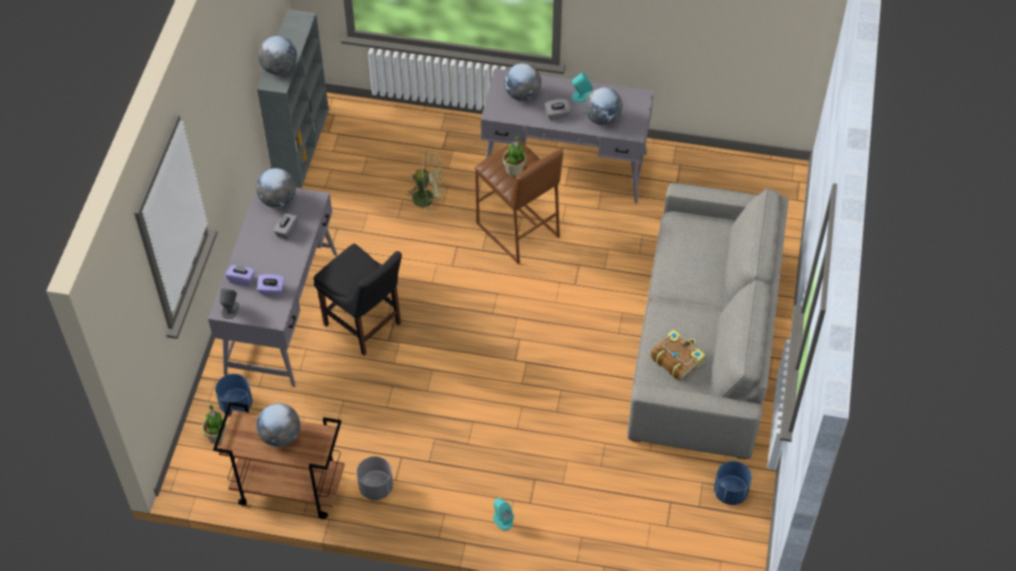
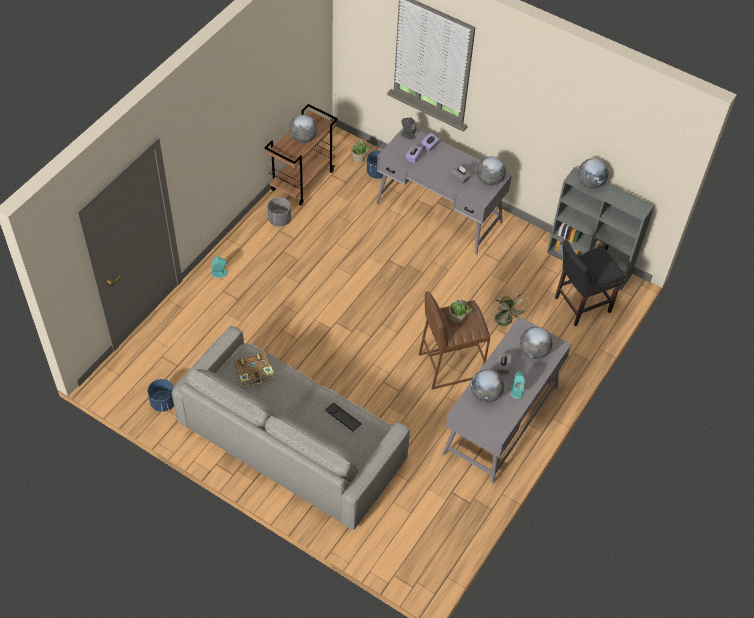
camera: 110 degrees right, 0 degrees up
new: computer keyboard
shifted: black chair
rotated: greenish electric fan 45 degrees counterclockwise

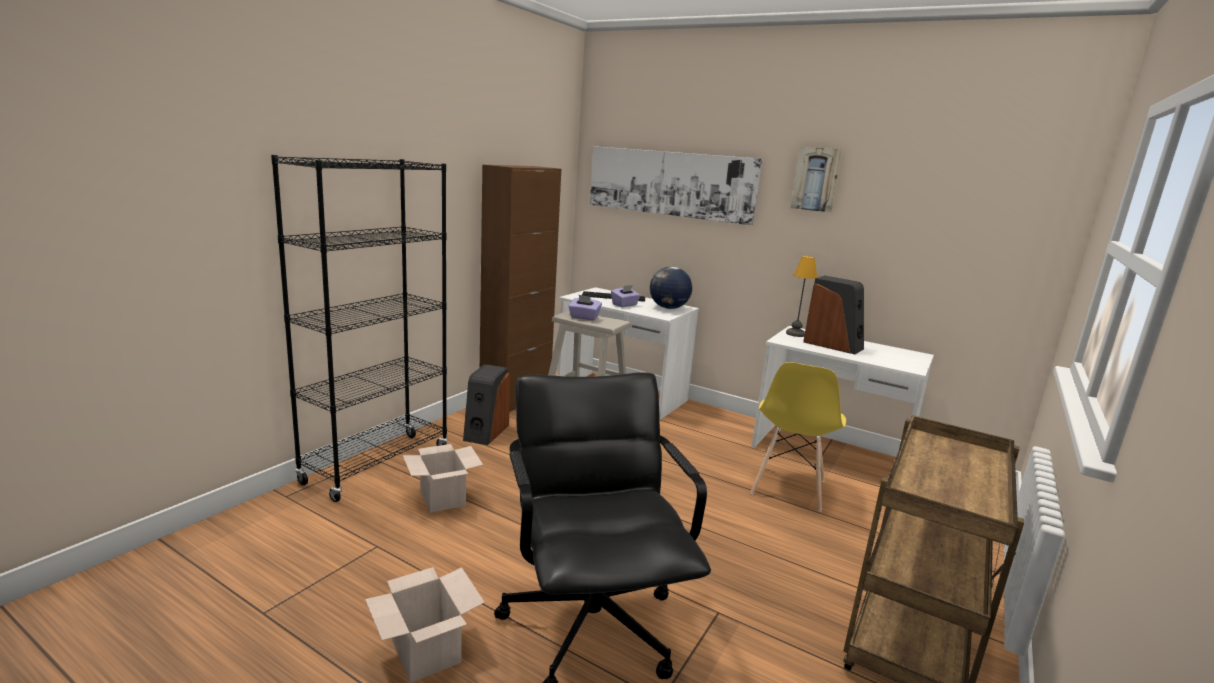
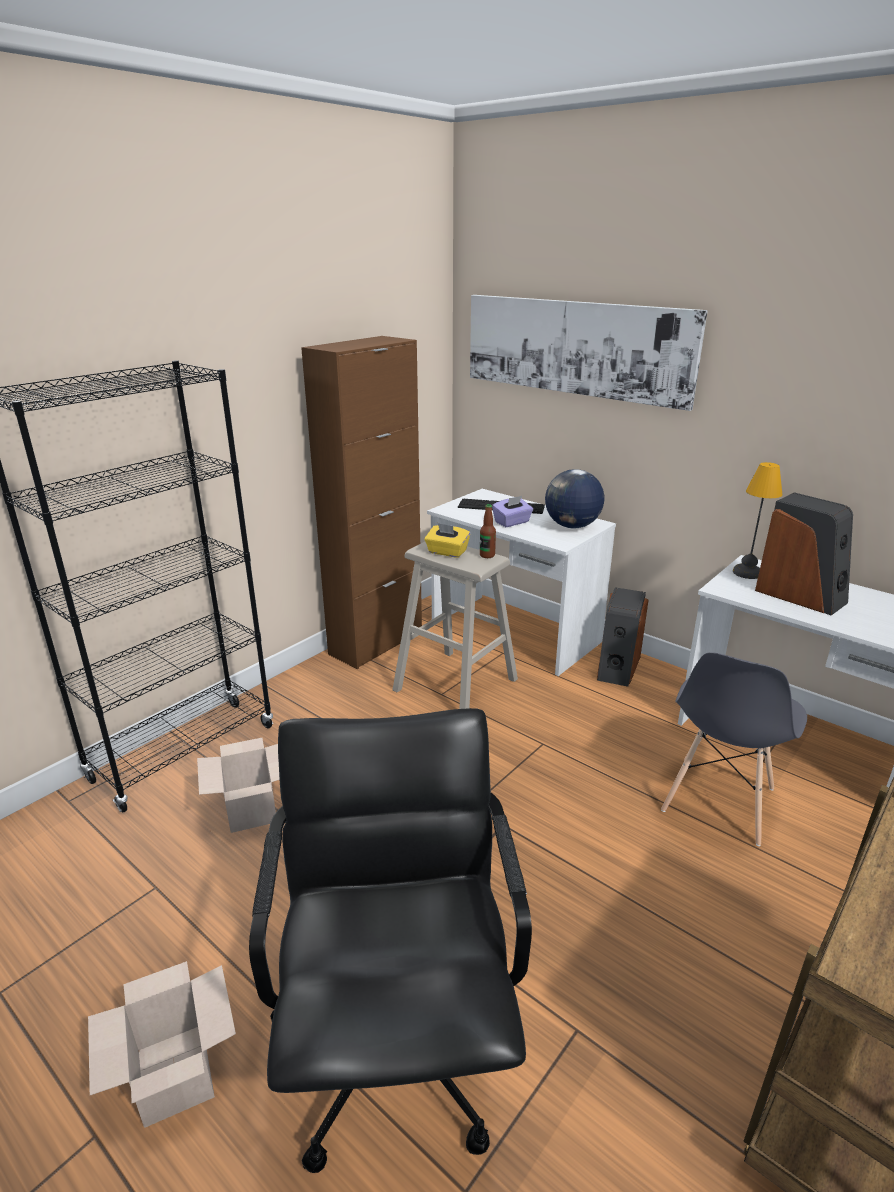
camera: 10 degrees right, 10 degrees up
gone: wall picture (no. 2 from left)
new: beverage bottle
shifted: audio speaker (no. 1 from left)
repainted: purplish box of tissues (no. 1 from left) to yellow box of tissues; yellow chair to greyish chair

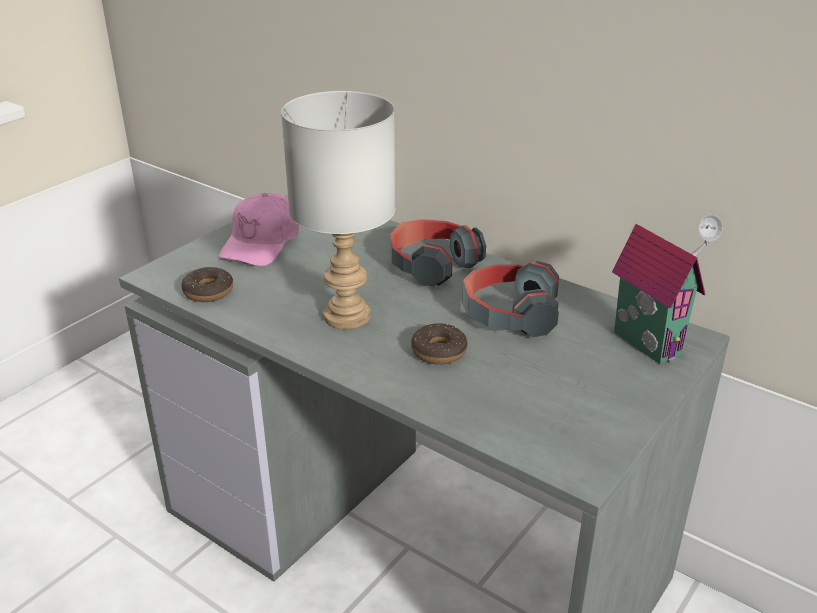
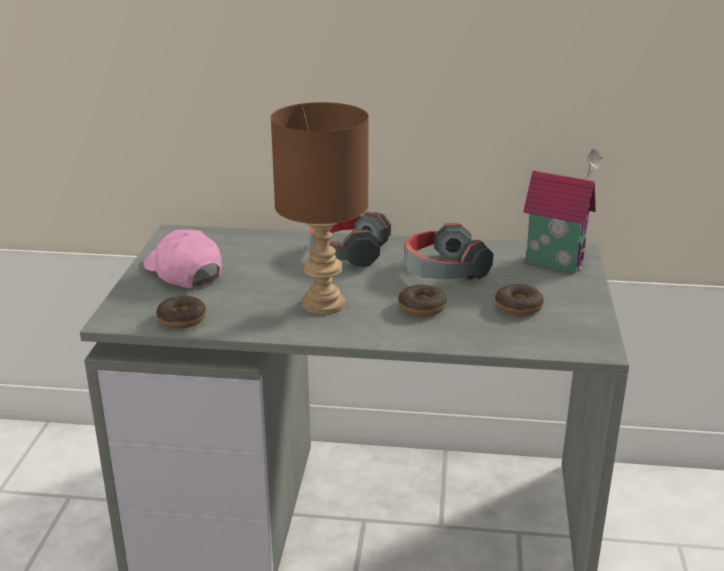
camera: 30 degrees left, 5 degrees down
new: doughnut (no. 3 from left)
repainted: greyish table lamp to brown table lamp
rotated: pink peaked cap 150 degrees clockwise

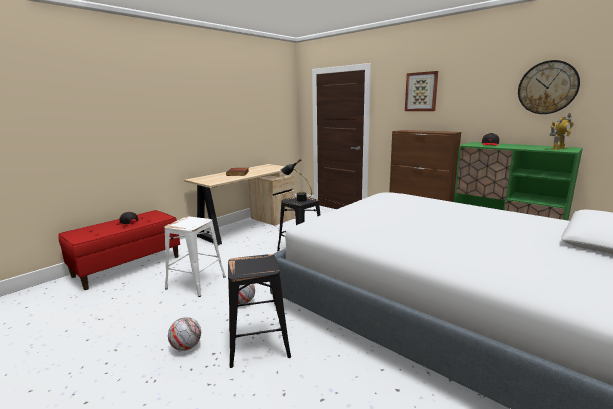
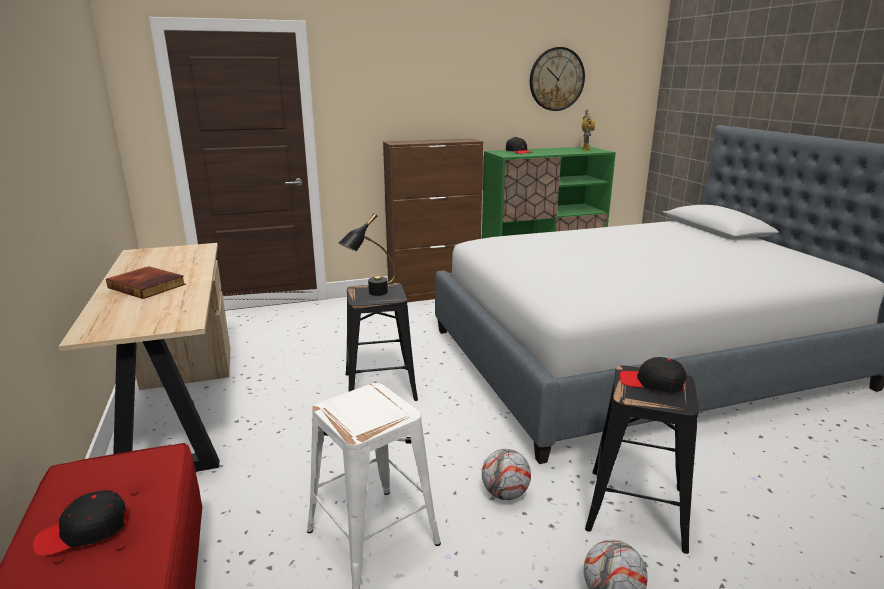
camera: 60 degrees left, 5 degrees up
gone: wall picture
new: black peaked cap (no. 3 from left)

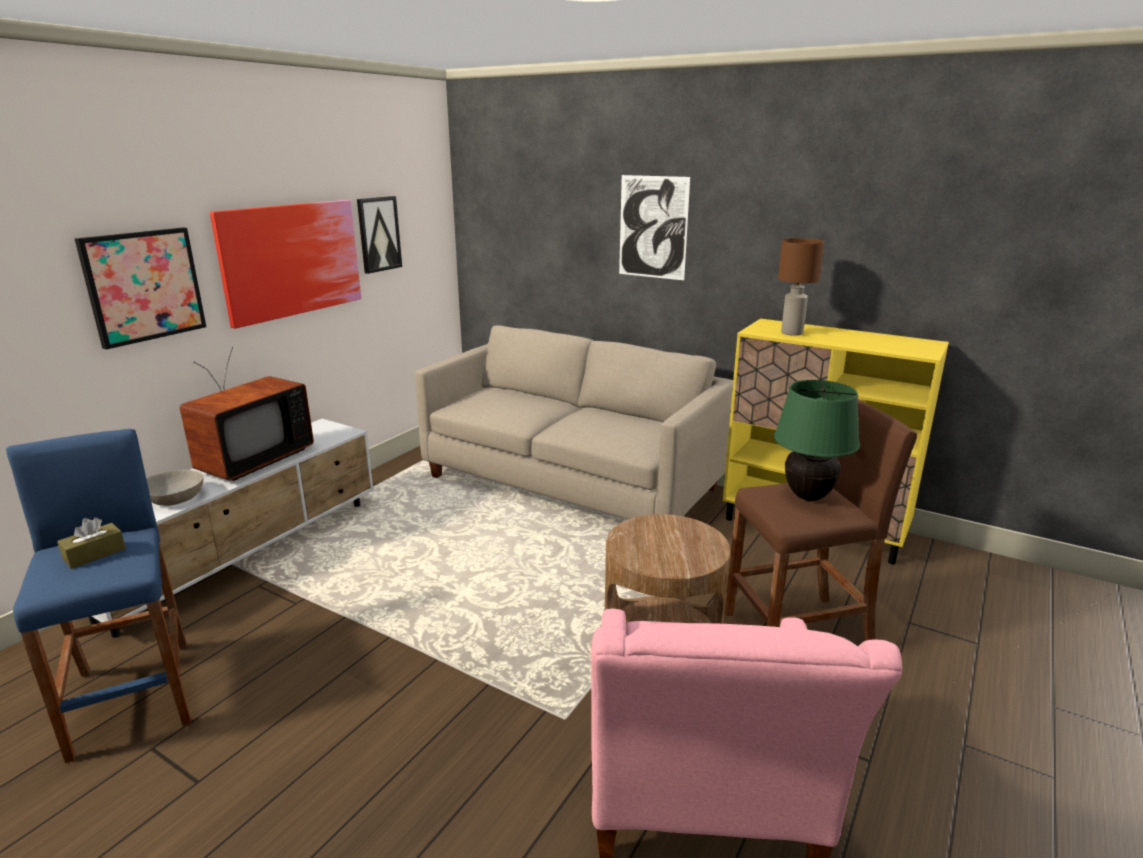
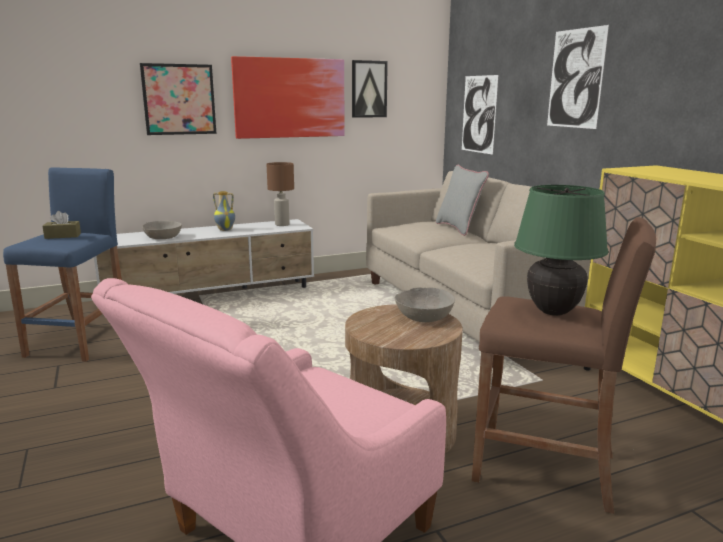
camera: 35 degrees right, 5 degrees down
new: greyish deep dish (no. 2 from left); greyish pillow; wall picture (no. 4 from left)
shifted: brown table lamp
swapped: TV set to flower vase

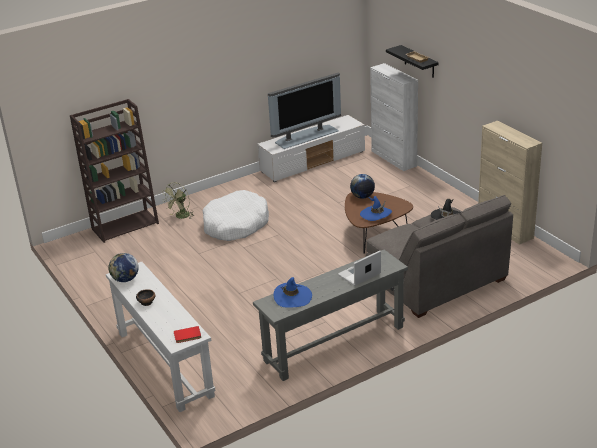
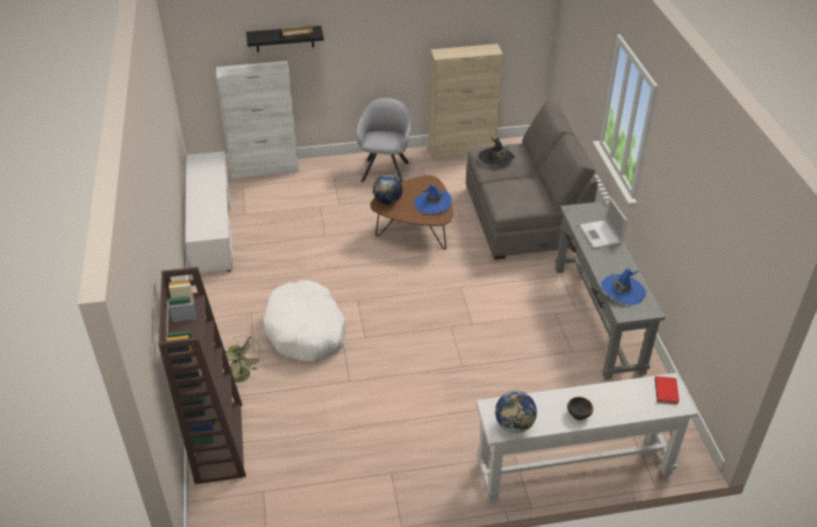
camera: 70 degrees left, 10 degrees up
gone: TV set
new: greyish armchair

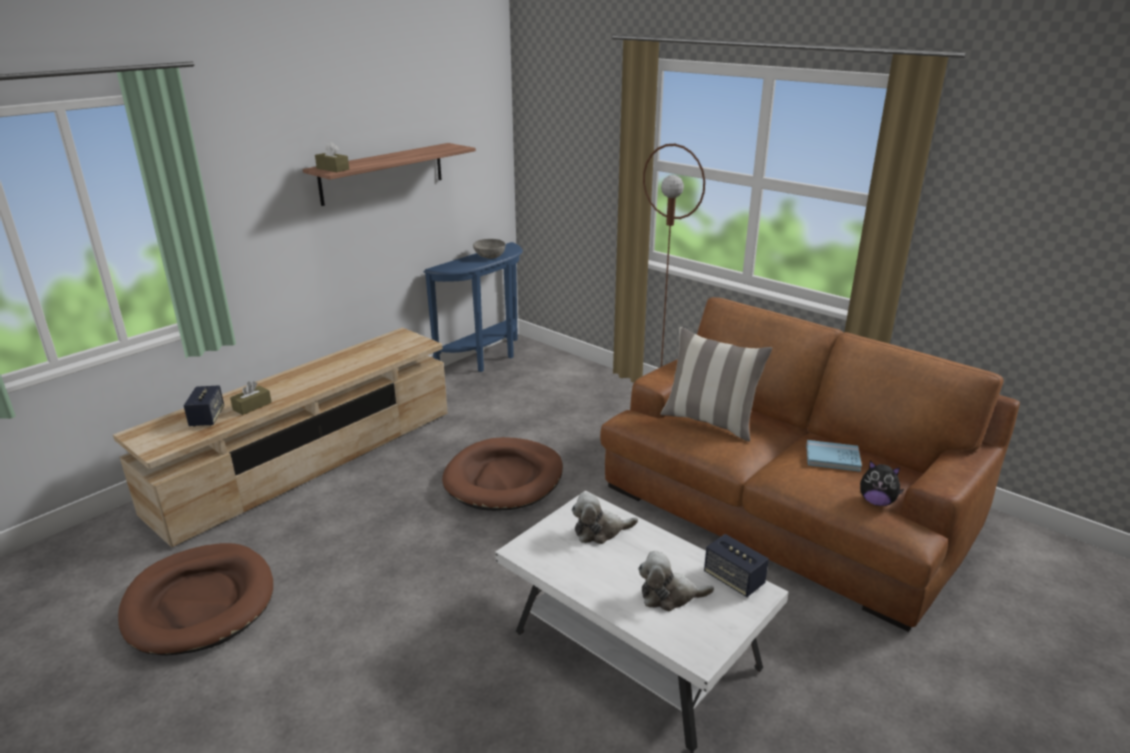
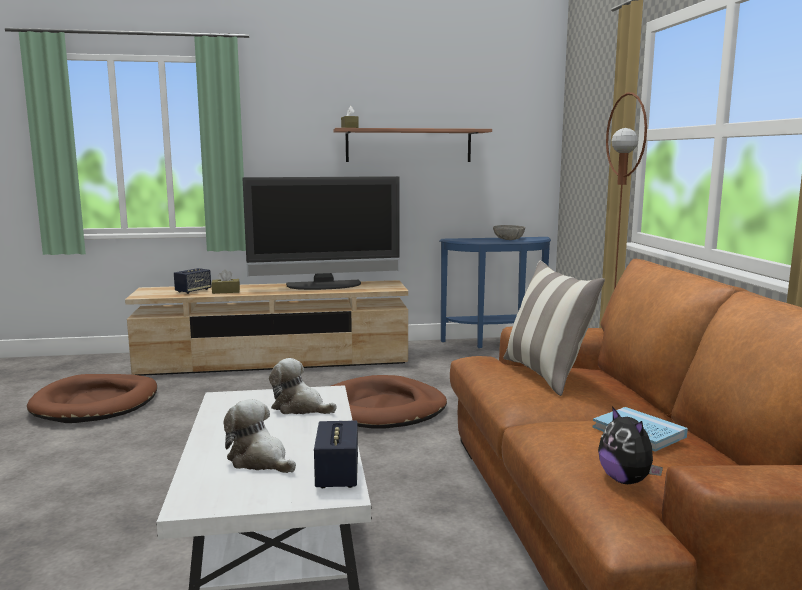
camera: 40 degrees right, 15 degrees down
new: TV set

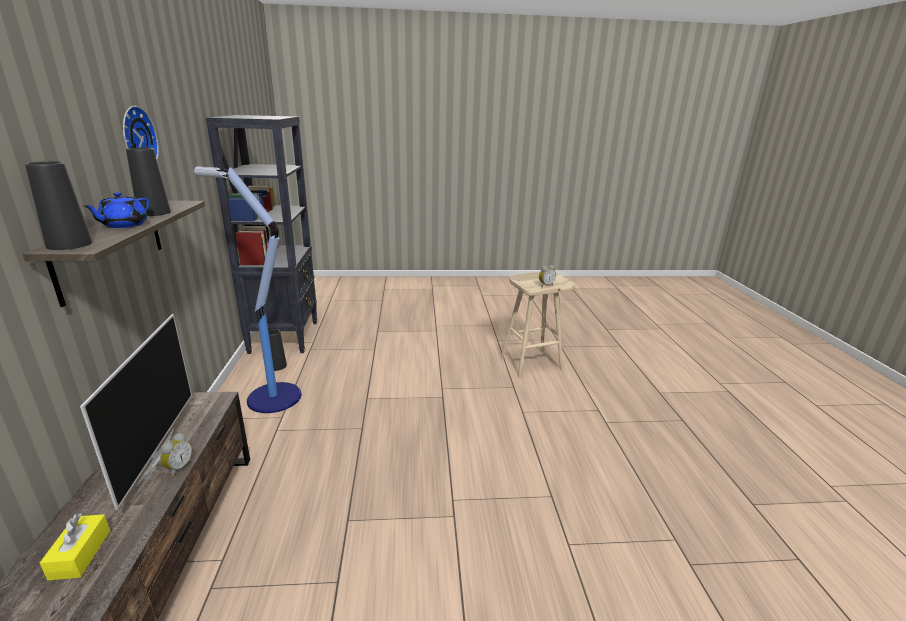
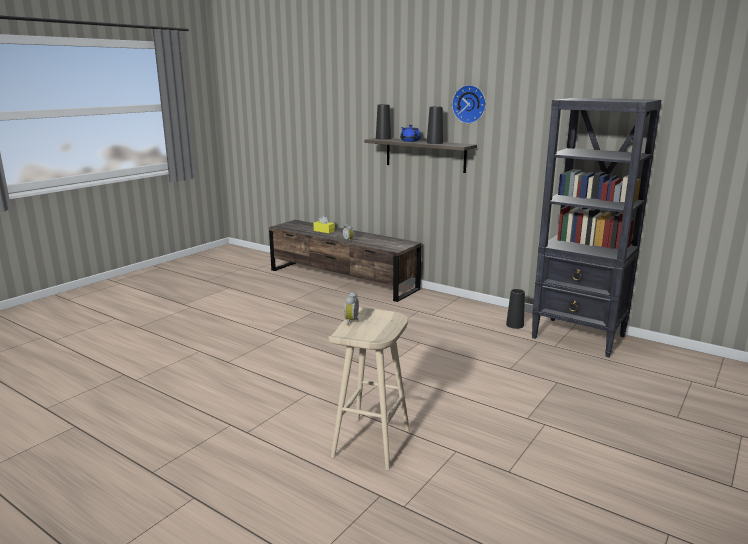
camera: 130 degrees right, 5 degrees down
gone: TV set; floor lamp

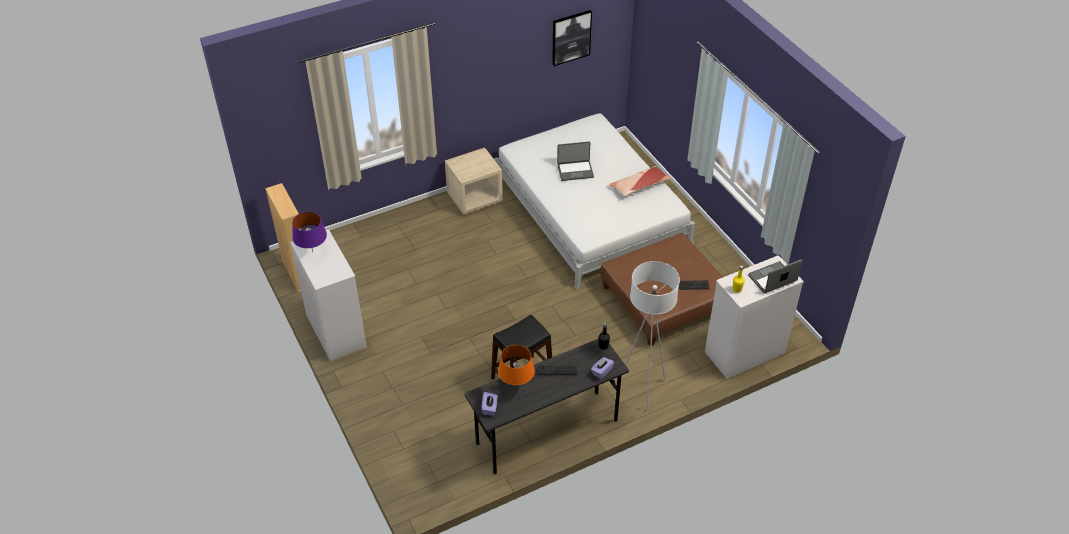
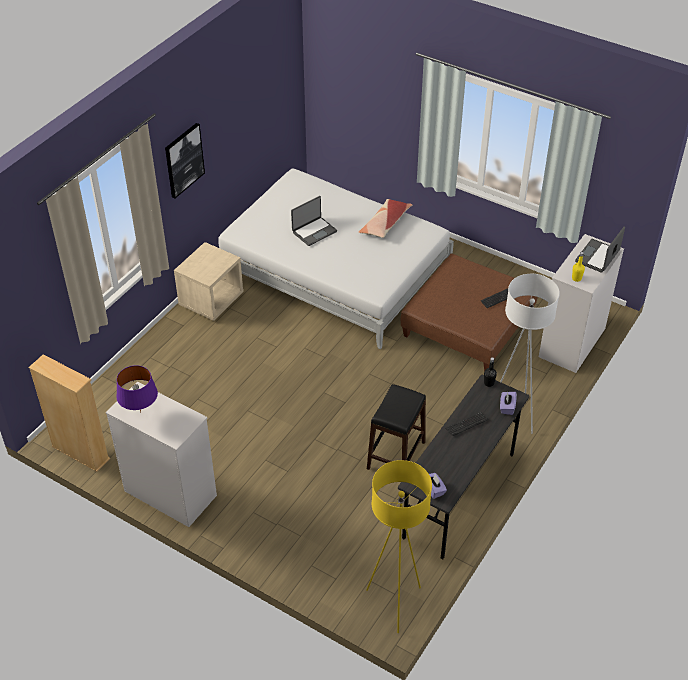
camera: 30 degrees left, 0 degrees up
gone: orange-coloured table lamp
new: yellow floor lamp
shifted: wall picture

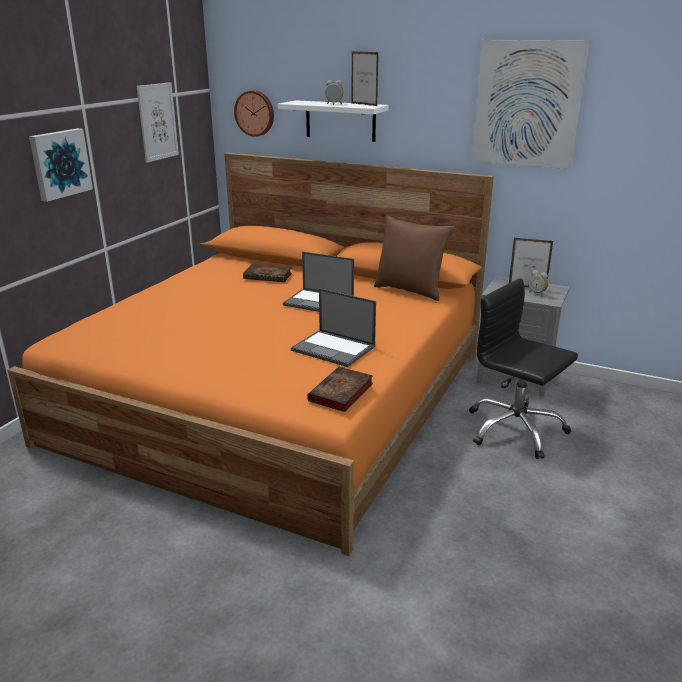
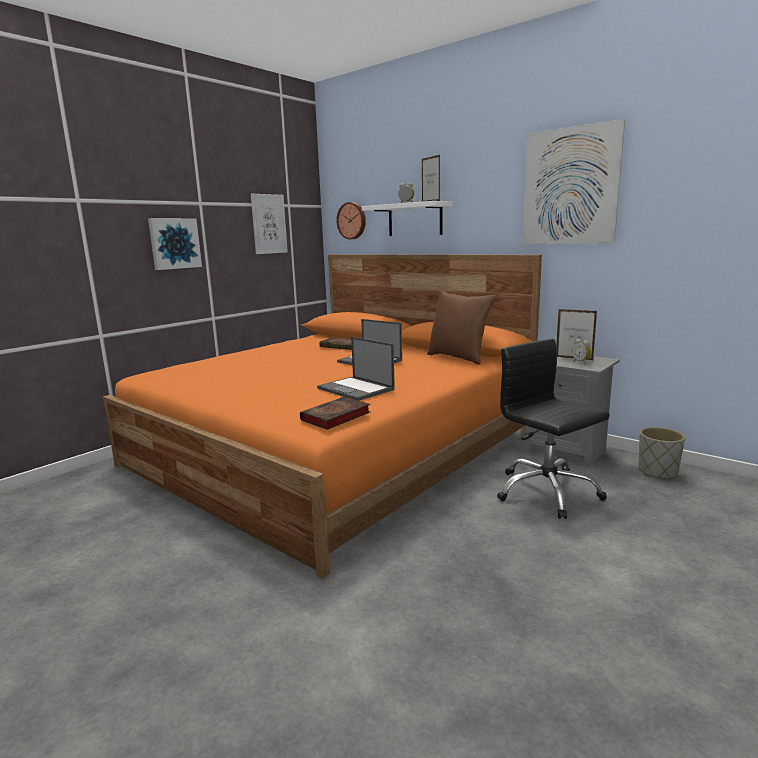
camera: 15 degrees right, 10 degrees down
new: greyish planter

